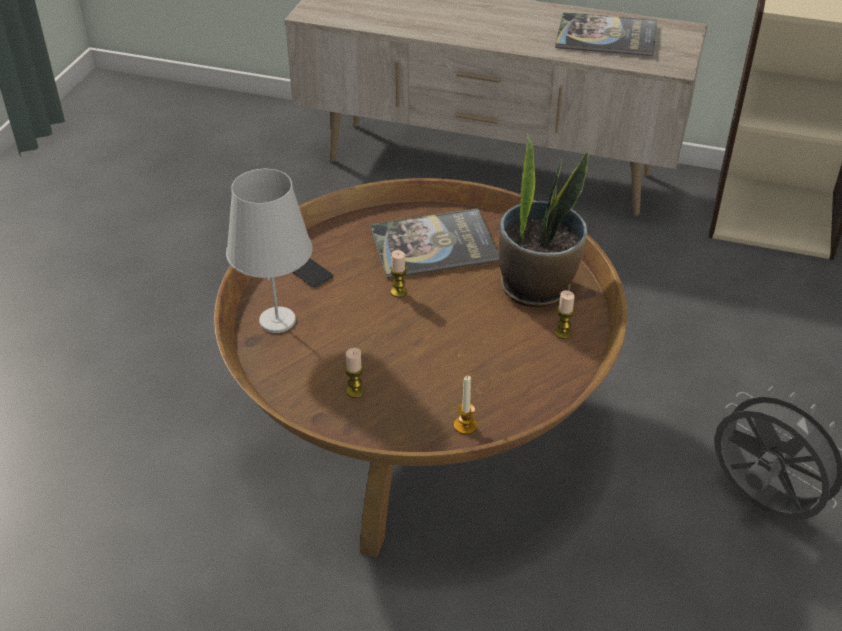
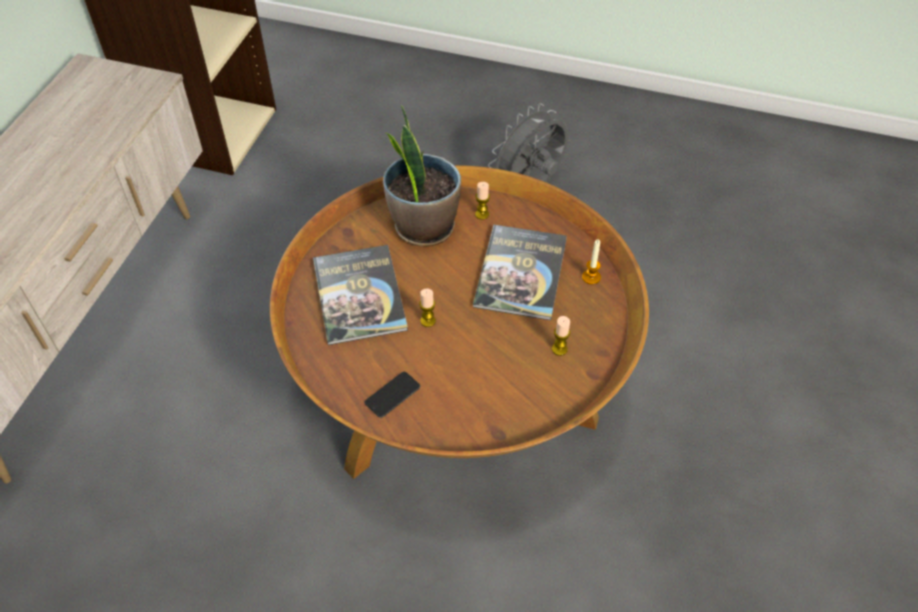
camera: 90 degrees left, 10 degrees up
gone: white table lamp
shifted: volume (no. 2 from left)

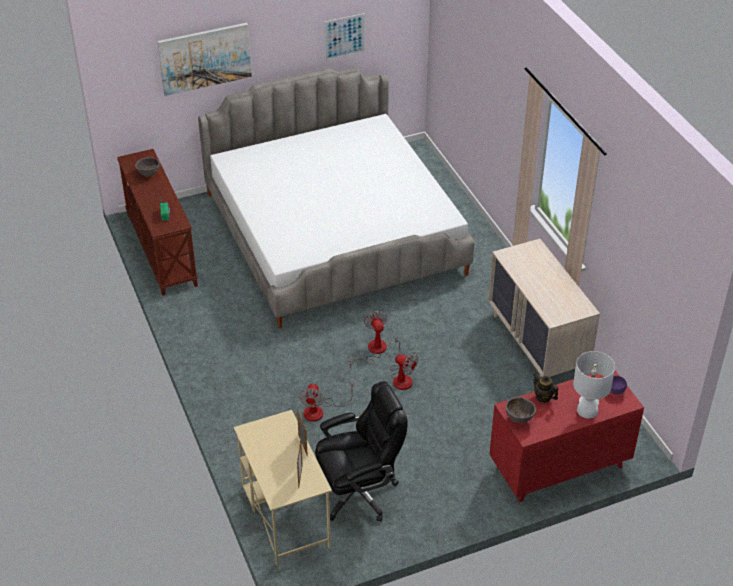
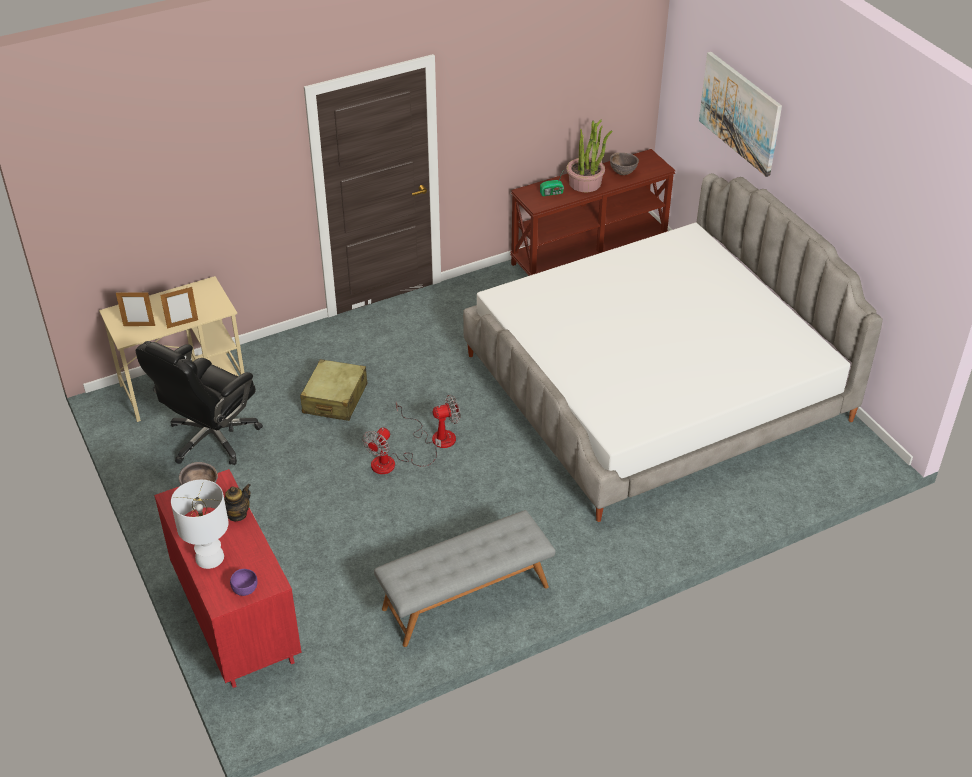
camera: 85 degrees right, 0 degrees up
gone: wall picture (no. 2 from left)
new: houseplant
swapped: electric fan (no. 1 from left) to sand-coloured suitcase; sand-coloured dresser to greyish indoor bench
rotated: black desk chair 60 degrees clockwise

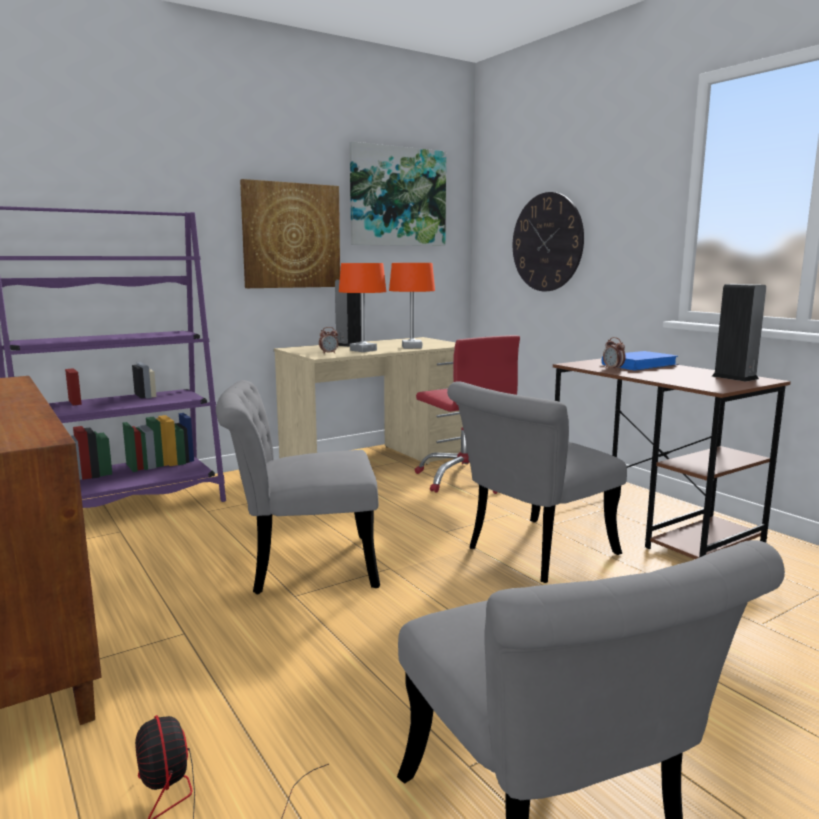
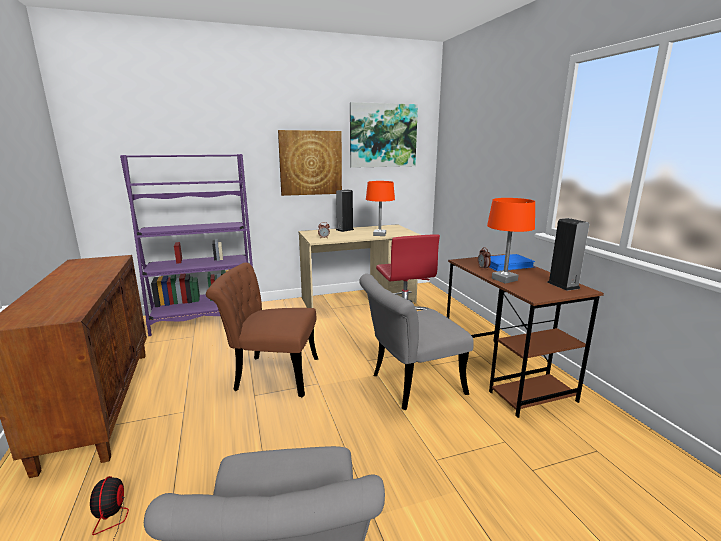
camera: 15 degrees right, 5 degrees up
gone: wall clock
shifted: orange-coloured table lamp (no. 1 from left in the first image) to orange-coloured table lamp (no. 2 from left)
repainted: greyish chair (no. 1 from left) to brown chair

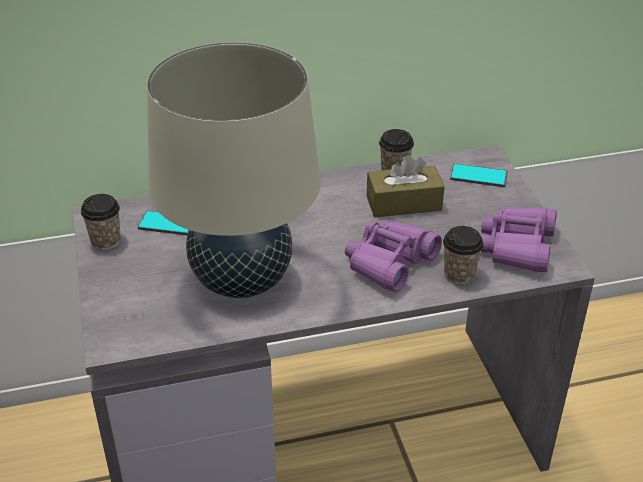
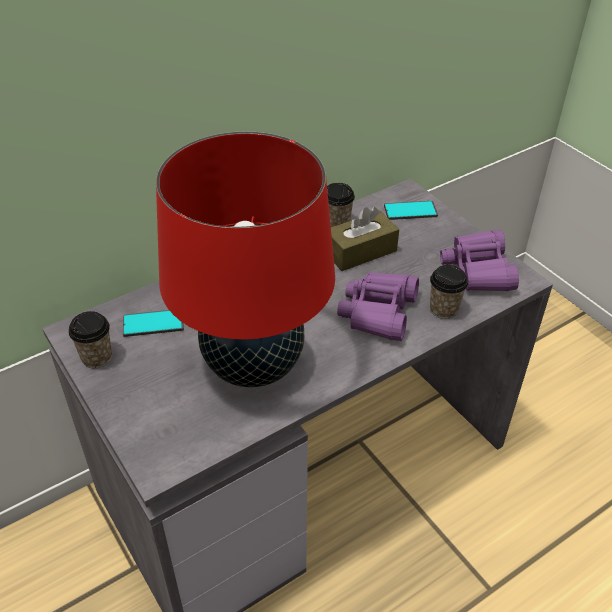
camera: 20 degrees left, 5 degrees up
repainted: sand-coloured table lamp to red table lamp

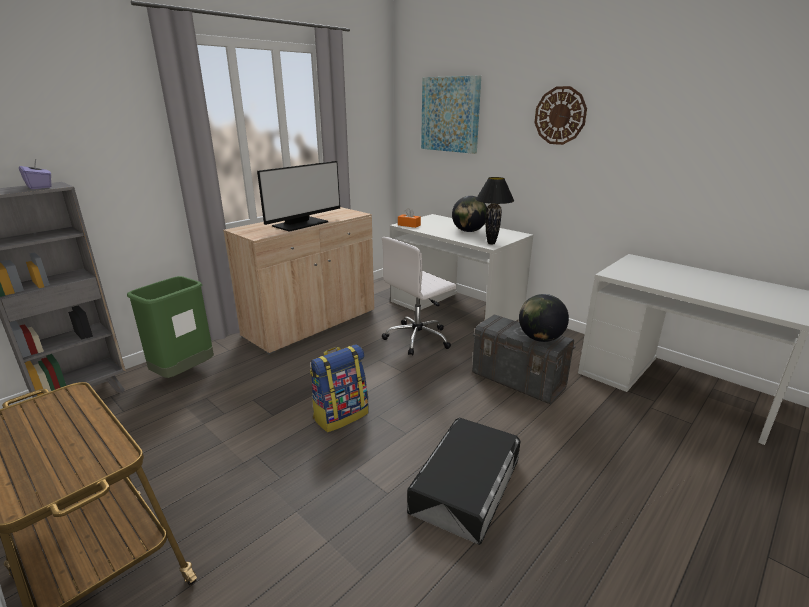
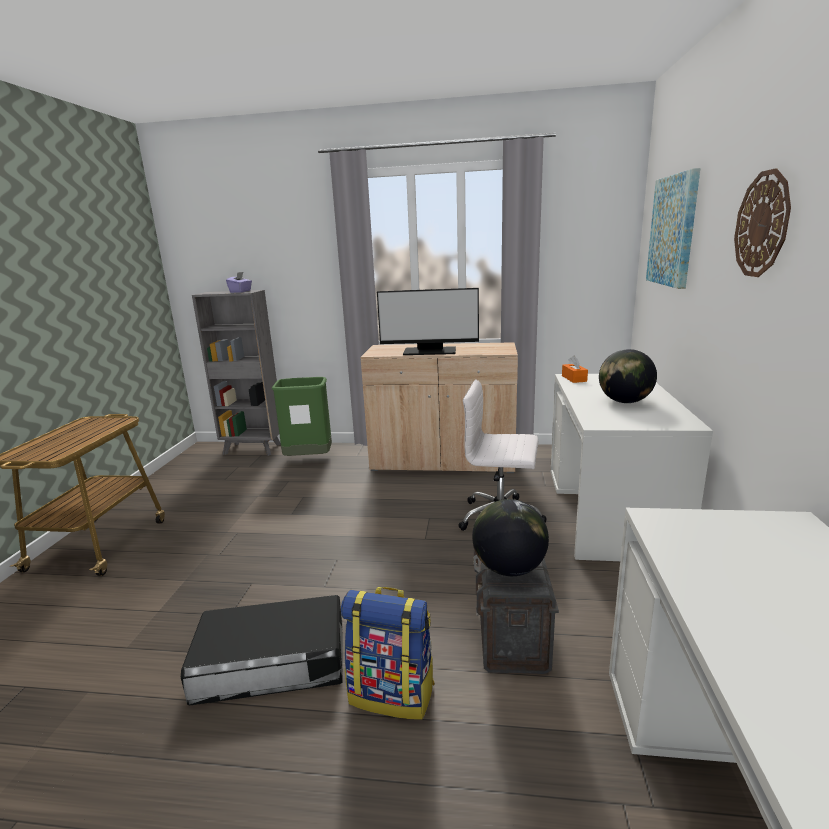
camera: 55 degrees right, 5 degrees down
gone: black table lamp
shifted: rucksack

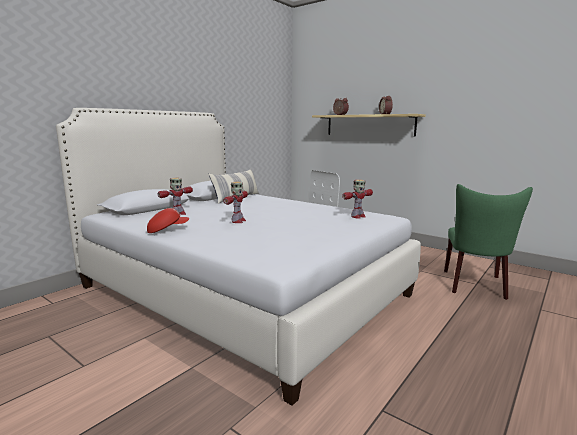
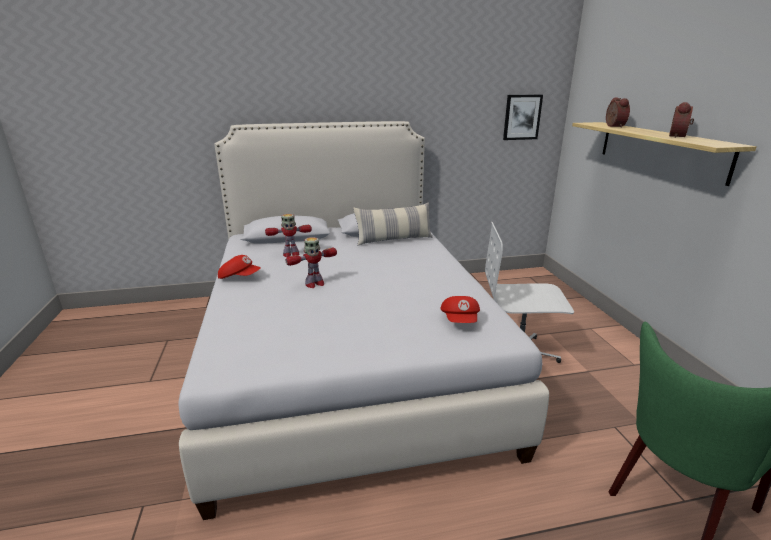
camera: 40 degrees right, 10 degrees up
new: wall picture
swapped: model robot (no. 3 from left) to red peaked cap (no. 2 from left)

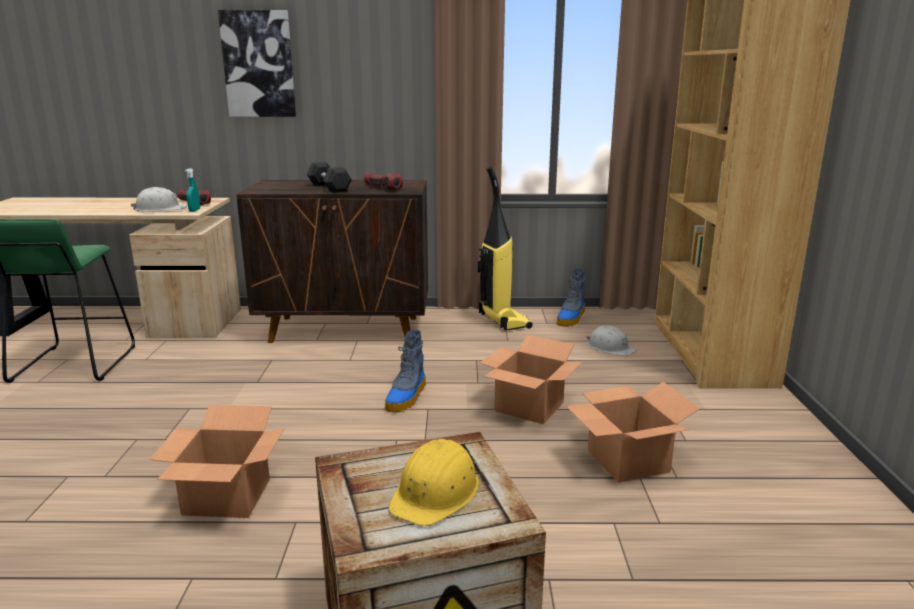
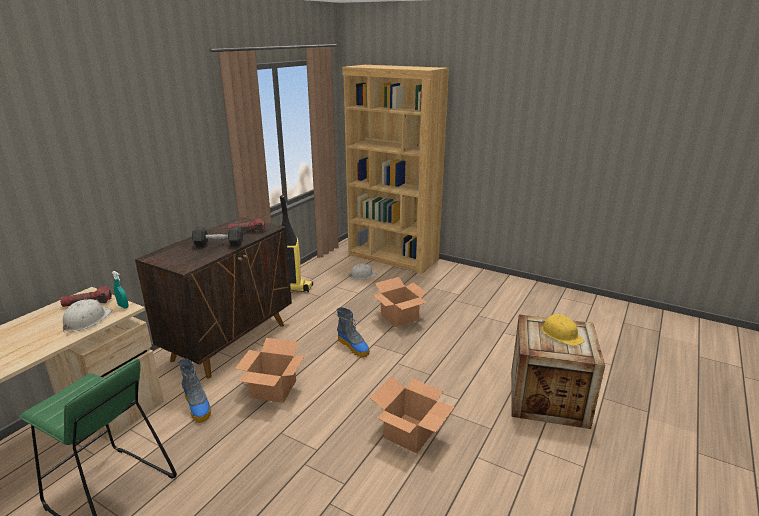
camera: 60 degrees left, 5 degrees up
gone: wall picture
shifted: boot (no. 2 from left in the first image) to boot (no. 1 from left); carton (no. 3 from left in the first image) to carton (no. 1 from left)

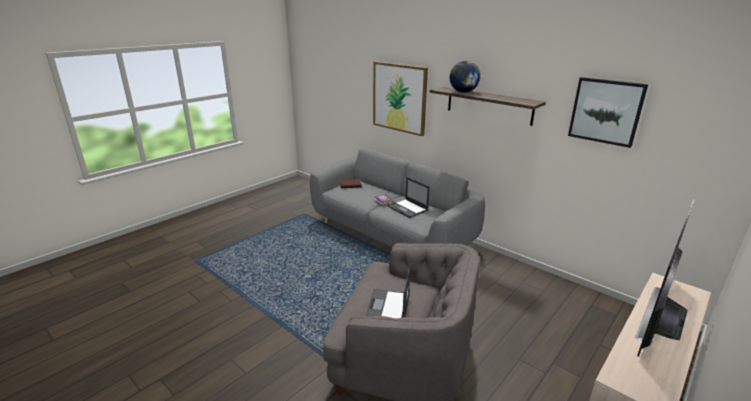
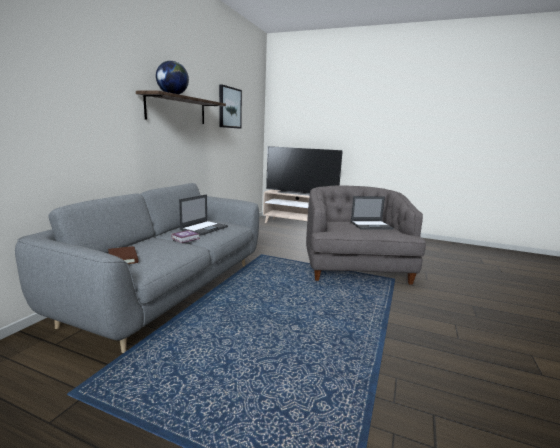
camera: 110 degrees left, 10 degrees down
gone: wall picture (no. 1 from left)

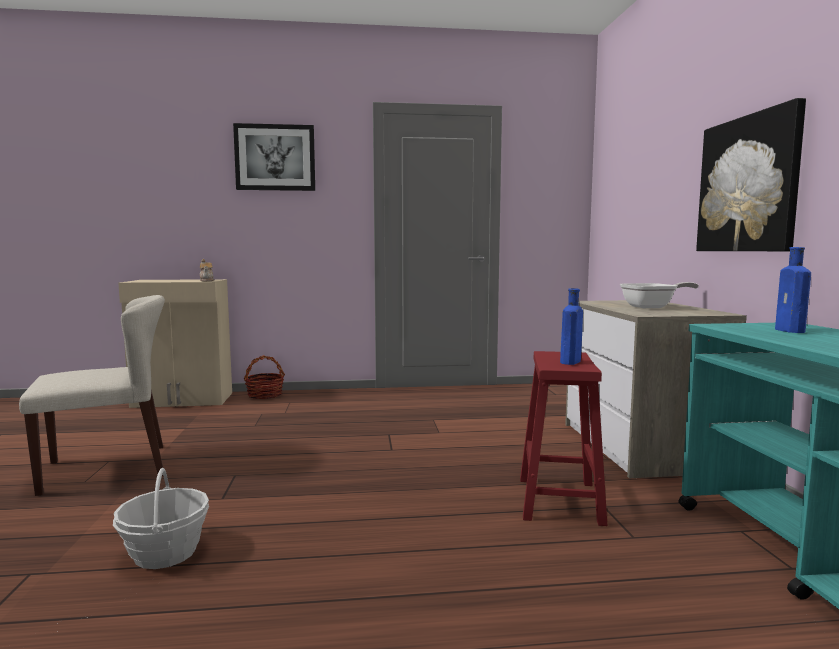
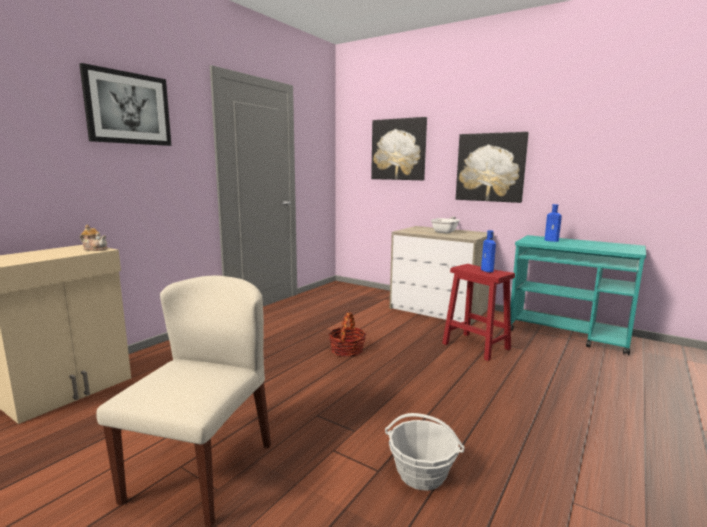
camera: 50 degrees left, 5 degrees up
new: wall picture (no. 2 from left)
shifted: household basket (no. 2 from left in the first image) to household basket (no. 1 from left)

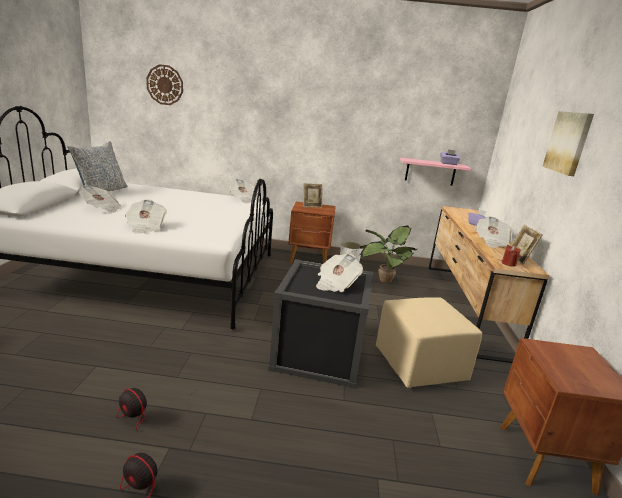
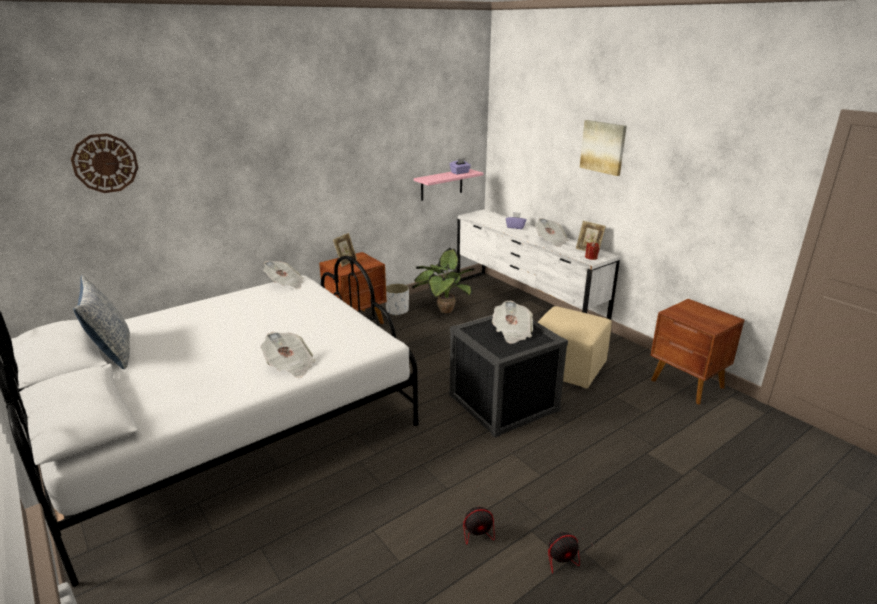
camera: 40 degrees left, 5 degrees up
gone: daily paper (no. 1 from left)
repainted: brown dresser to white dresser

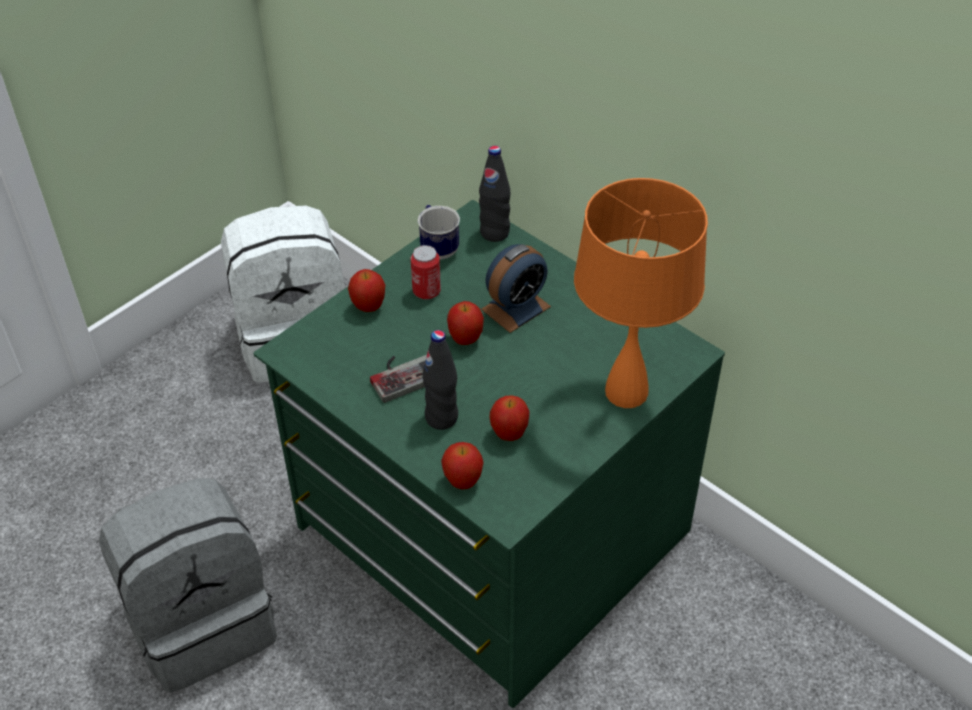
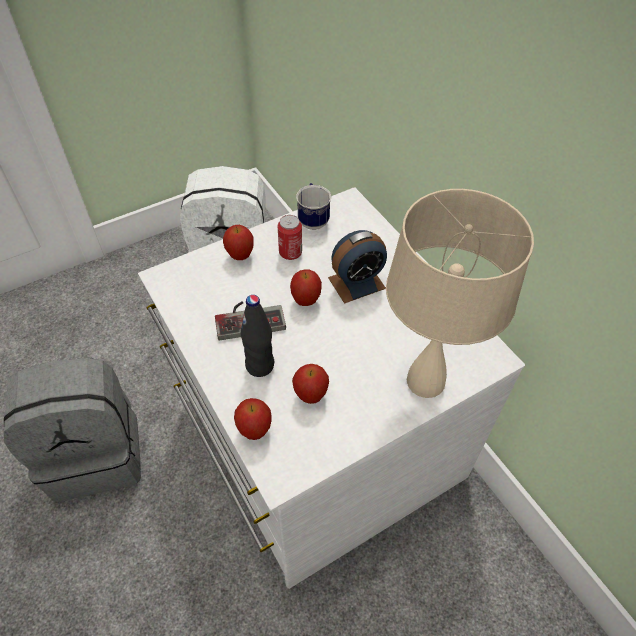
camera: 15 degrees right, 5 degrees up
gone: black beverage bottle (no. 2 from left)
repainted: greenish dresser to white dresser; orange-coloured table lamp to sand-coloured table lamp

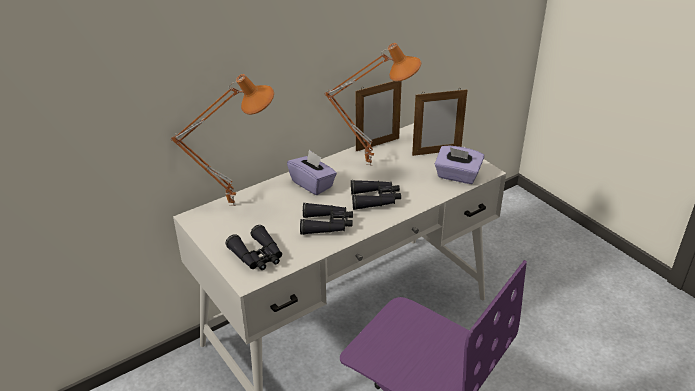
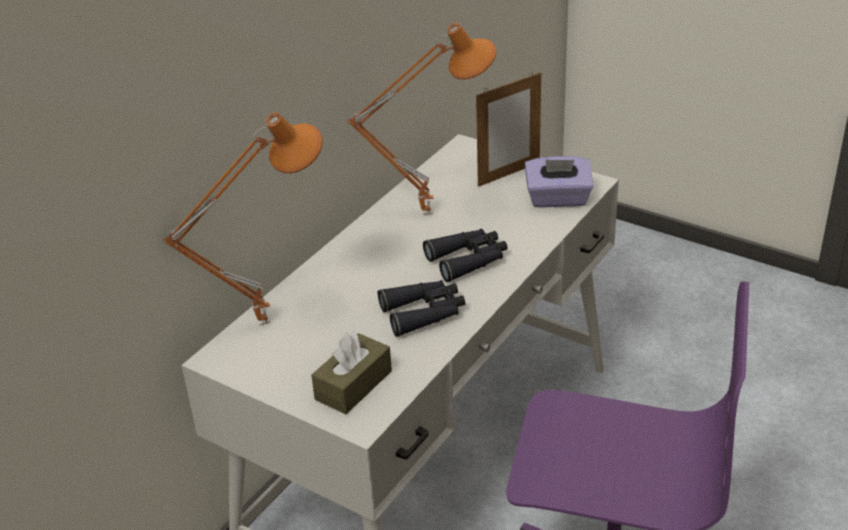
camera: 20 degrees left, 0 degrees up
gone: purplish box of tissues (no. 1 from left); photo frame (no. 1 from left)
swapped: black pair of binoculars (no. 1 from left) to brown box of tissues

